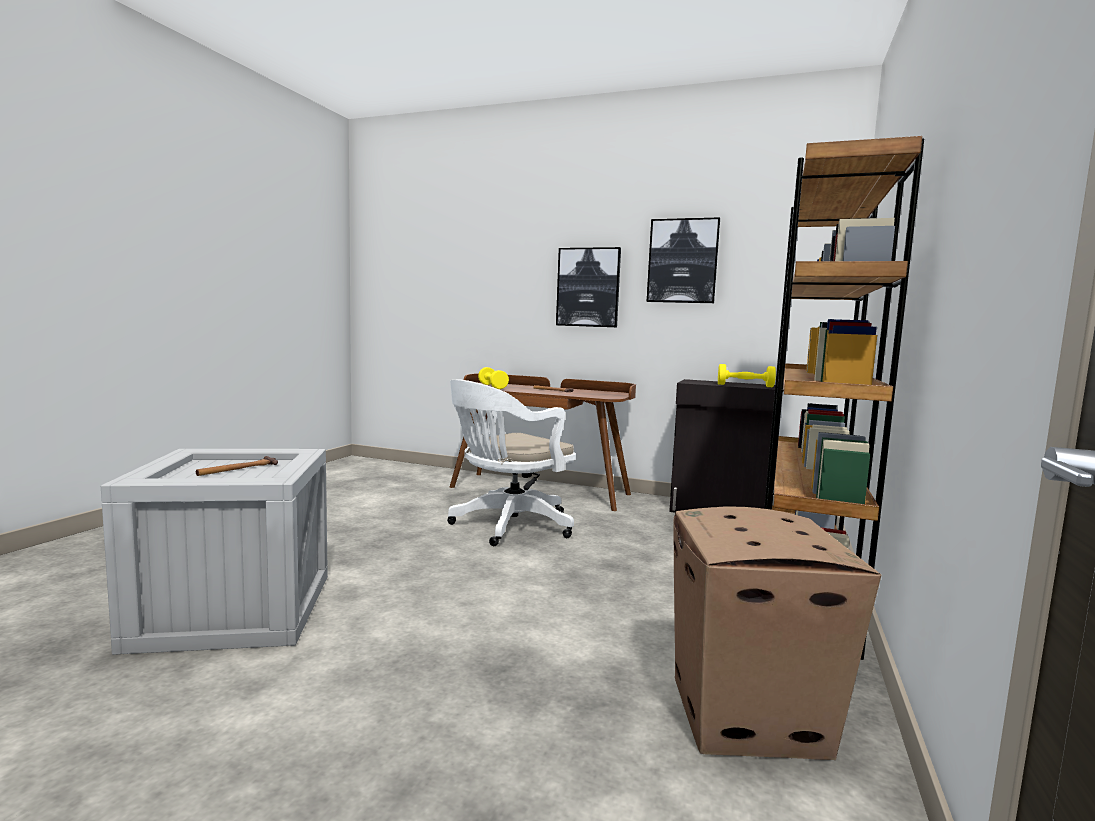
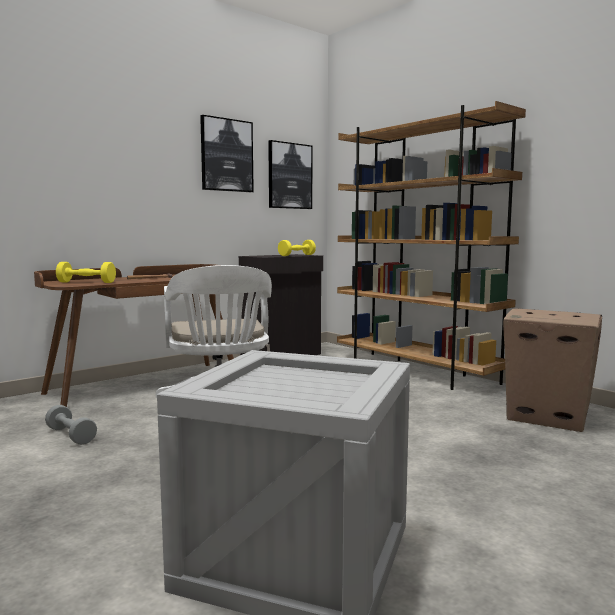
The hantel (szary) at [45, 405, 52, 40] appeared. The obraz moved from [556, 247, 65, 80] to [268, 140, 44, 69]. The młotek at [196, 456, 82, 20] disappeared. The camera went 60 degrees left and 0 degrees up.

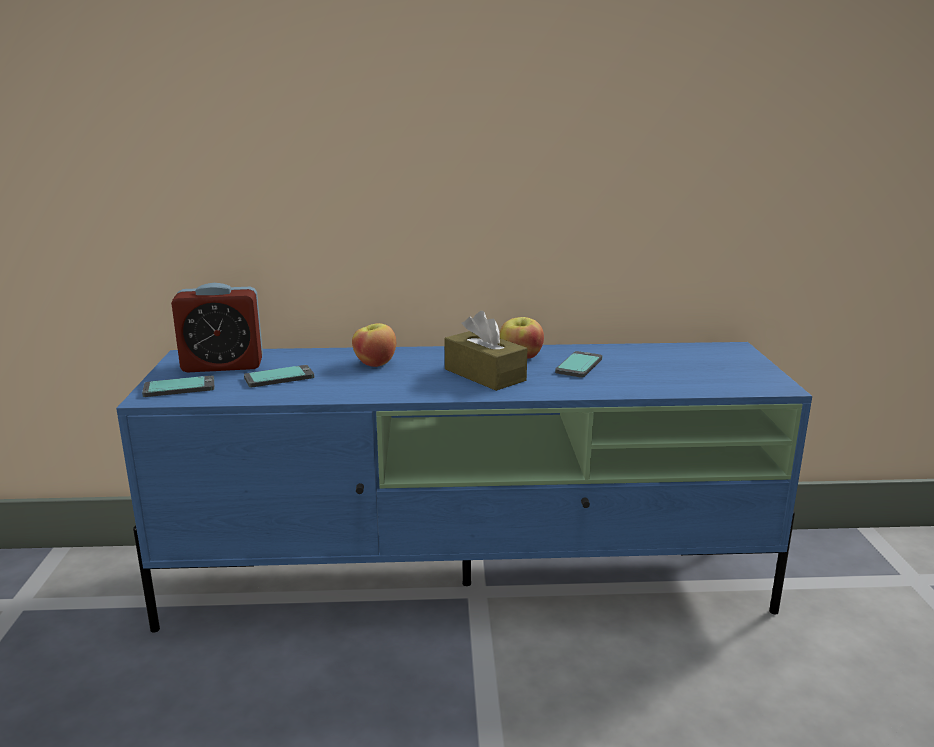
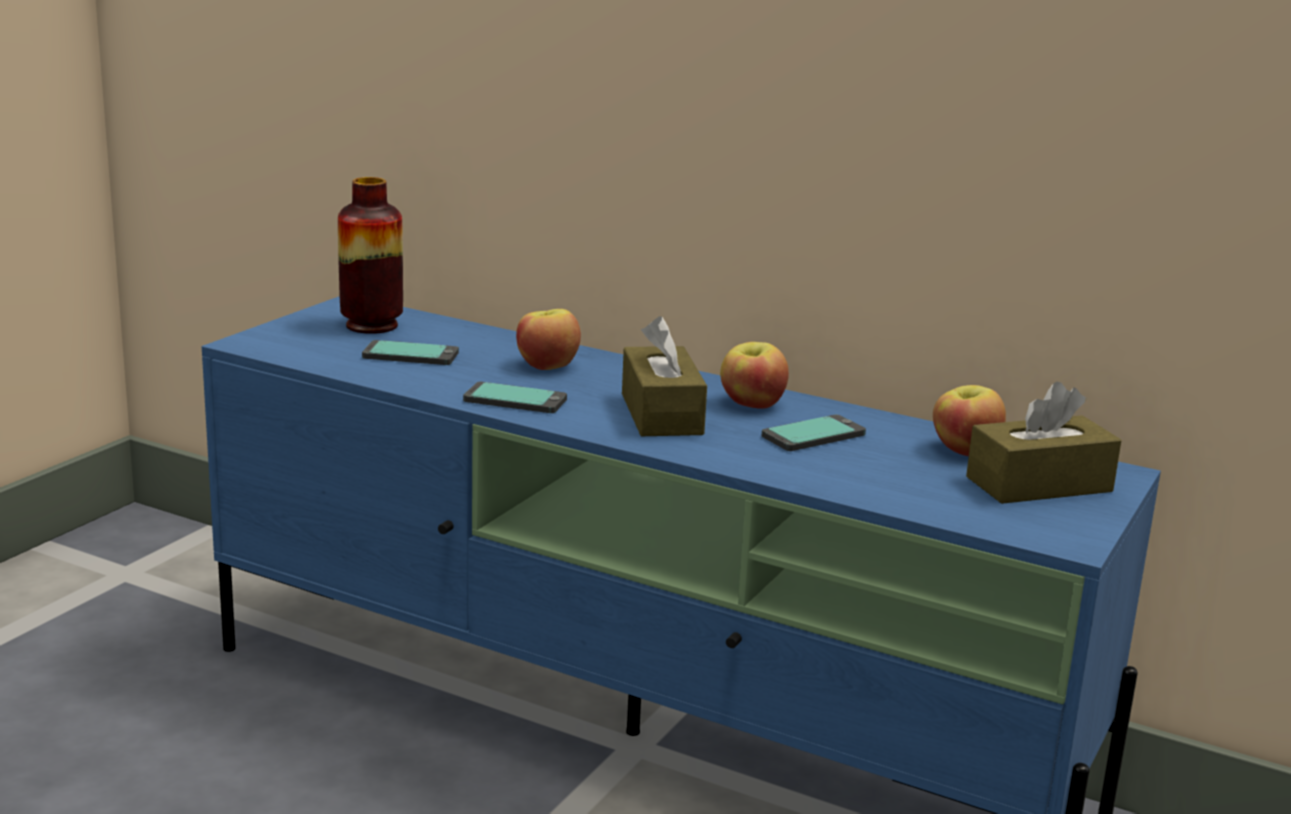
The budzik at [171, 283, 92, 90] was replaced by the wazon at [338, 177, 65, 157]. The telefon moved from [142, 376, 72, 21] to [463, 382, 104, 31]. The jabłko at [933, 385, 73, 71] appeared. The pudełko chusteczek (brązowy) at [966, 382, 156, 122] appeared. The camera went 30 degrees right and 0 degrees up.

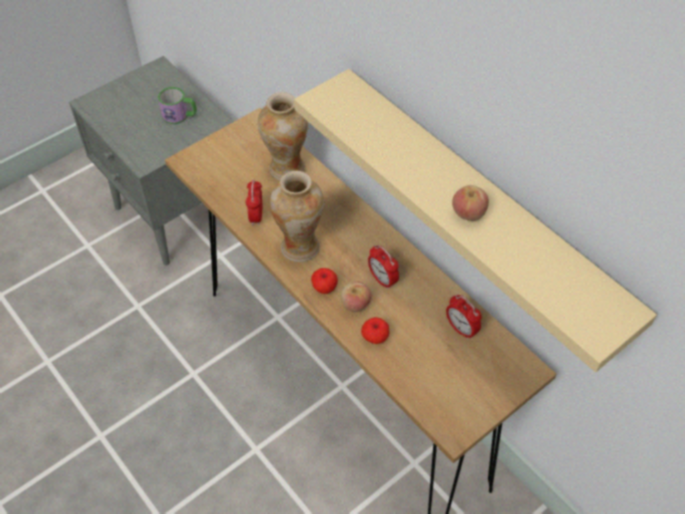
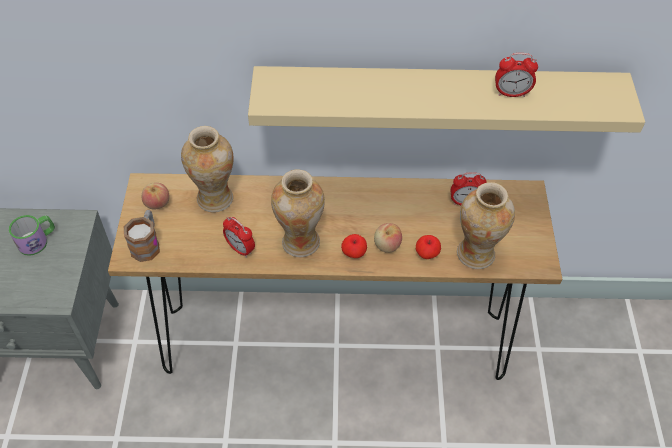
The kubek at [124, 210, 36, 52] appeared. The jabłko moved from [452, 185, 37, 36] to [142, 182, 27, 27]. The wazon at [457, 182, 58, 87] appeared. The budzik moved from [368, 245, 31, 45] to [495, 53, 43, 44]. The camera went 50 degrees left and 0 degrees up.

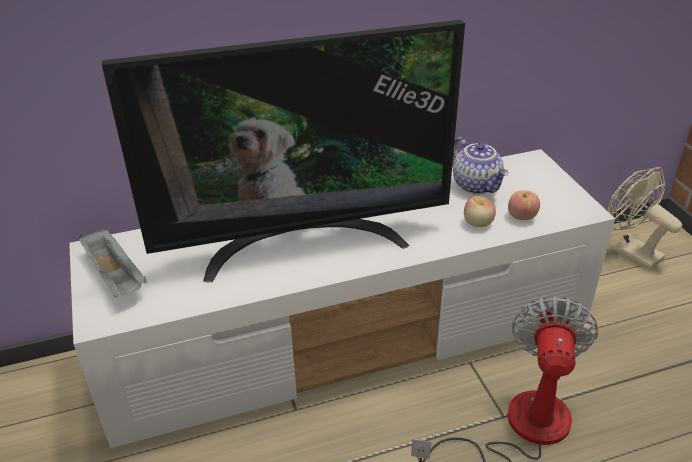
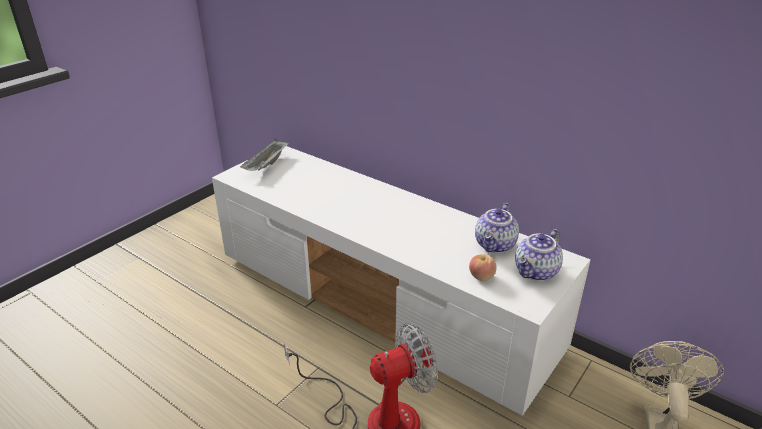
The imbryk at [515, 229, 48, 52] appeared. The telewizor at [102, 20, 363, 262] disappeared. The jabłko at [464, 196, 32, 31] disappeared. The camera went 55 degrees right and 5 degrees down.

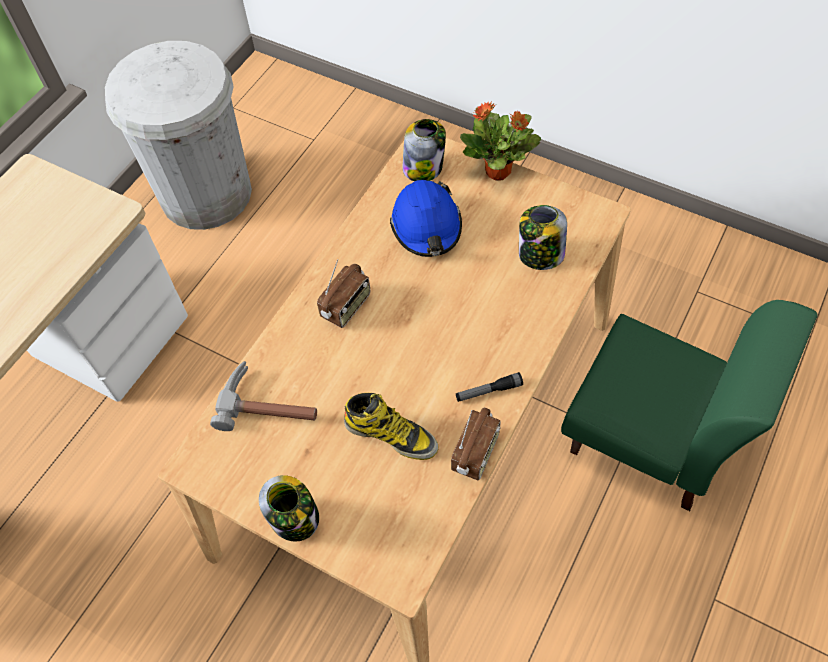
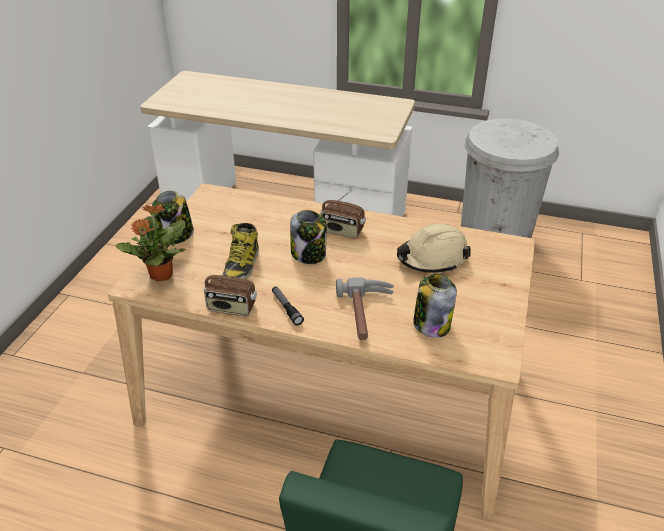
The roślina doniczkowa moved from [460, 102, 81, 79] to [115, 204, 70, 77]. The słoik moved from [402, 119, 44, 62] to [290, 210, 36, 54]. The młotek moved from [210, 361, 107, 70] to [336, 278, 58, 62]. The kask (niebieski) at [390, 180, 72, 77] became the kask (beżowy) at [397, 223, 74, 50]. The camera went 75 degrees right and 20 degrees down.

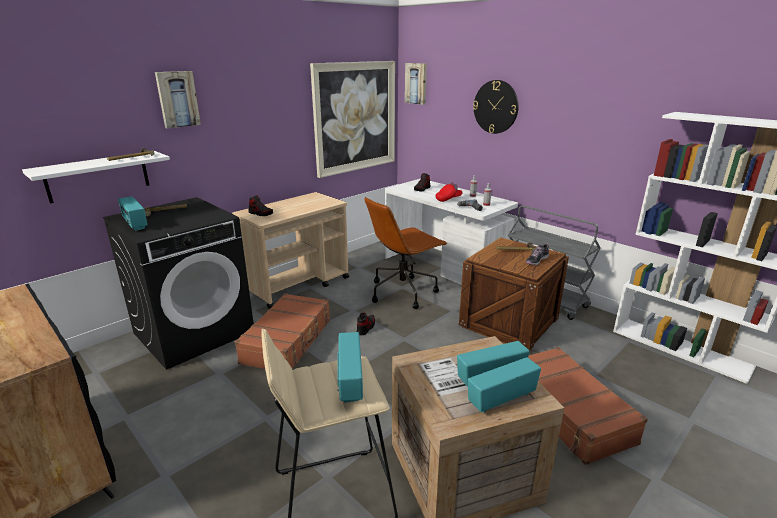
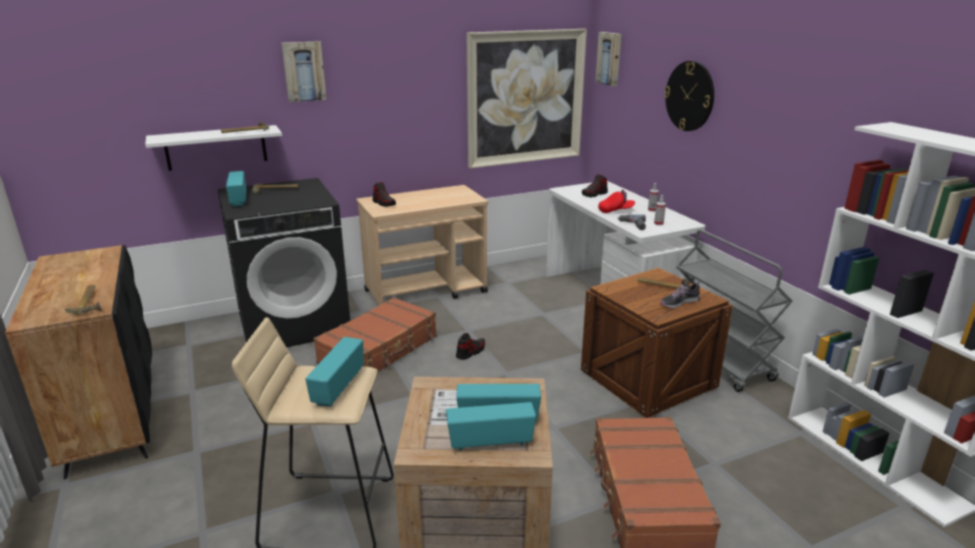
The młotek at [65, 284, 37, 31] appeared. The krzesło biurowe (brązowy) at [365, 197, 83, 112] disappeared. The camera went 20 degrees right and 0 degrees up.

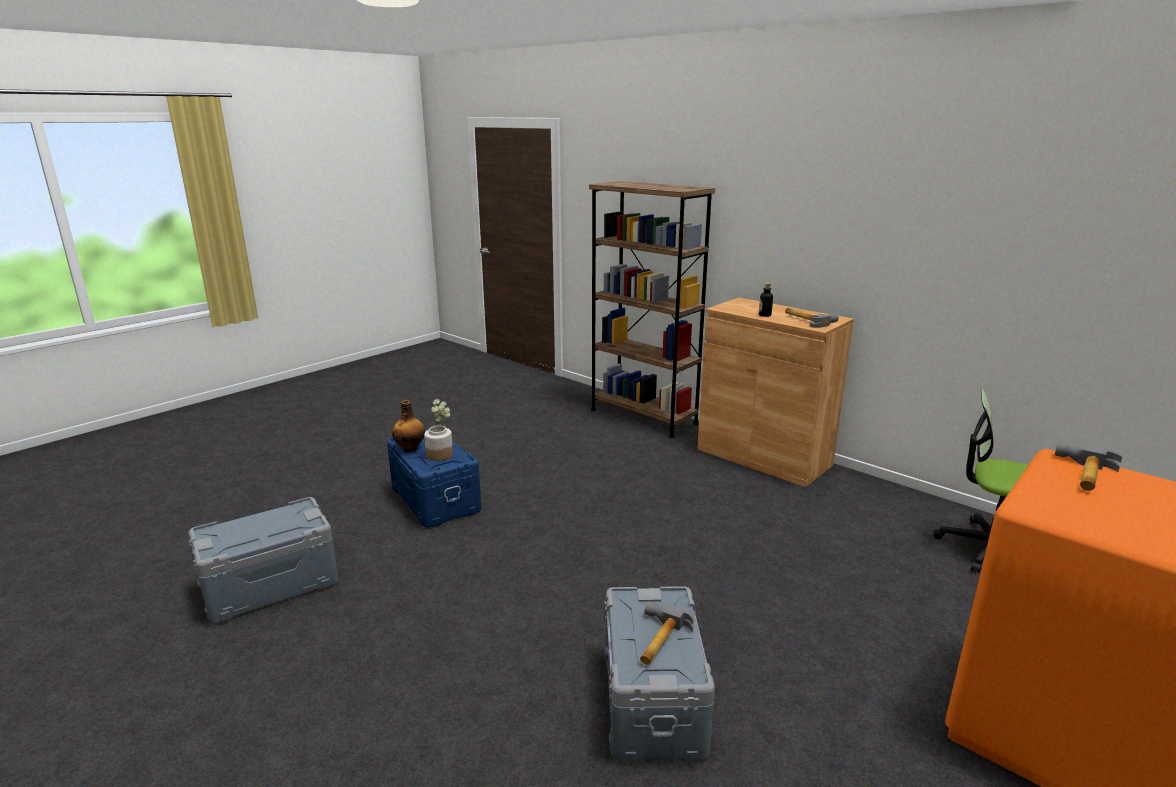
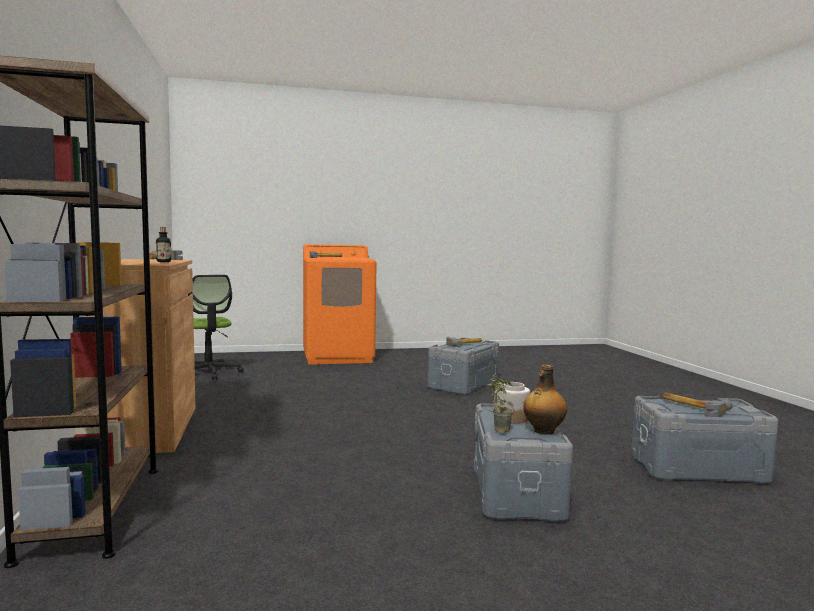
The pojemnik do przechowywania (niebieski) at [387, 429, 94, 99] became the pojemnik do przechowywania (szary) at [473, 403, 100, 119]. The młotek at [663, 392, 70, 25] appeared. The camera went 145 degrees left and 15 degrees down.

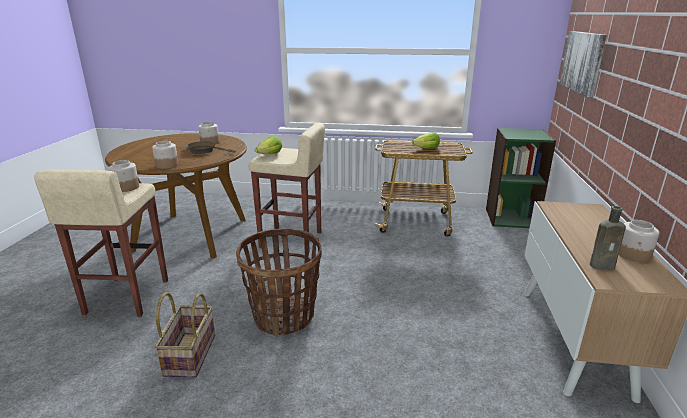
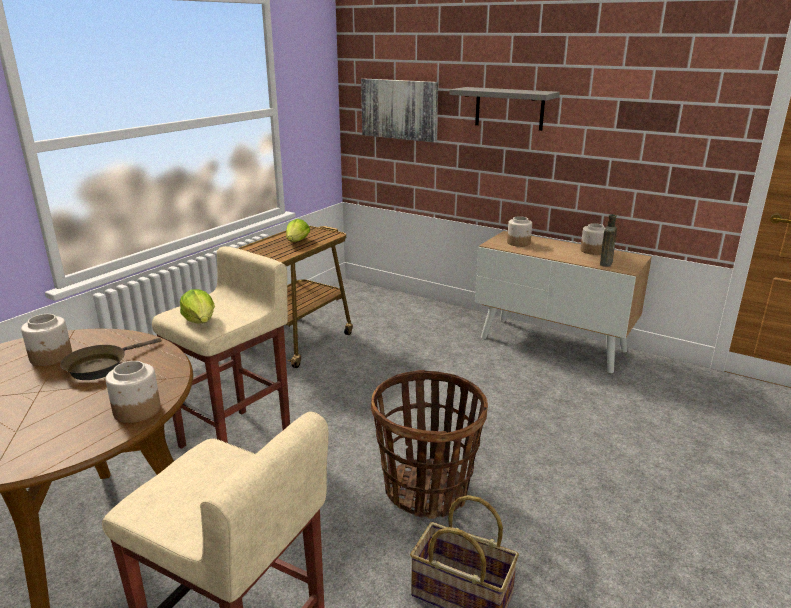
The półka (szary) at [450, 87, 110, 44] appeared. The słoik moved from [108, 160, 31, 32] to [507, 216, 25, 31]. The regał (zielony) at [486, 128, 70, 100] disappeared. The camera went 65 degrees left and 0 degrees up.

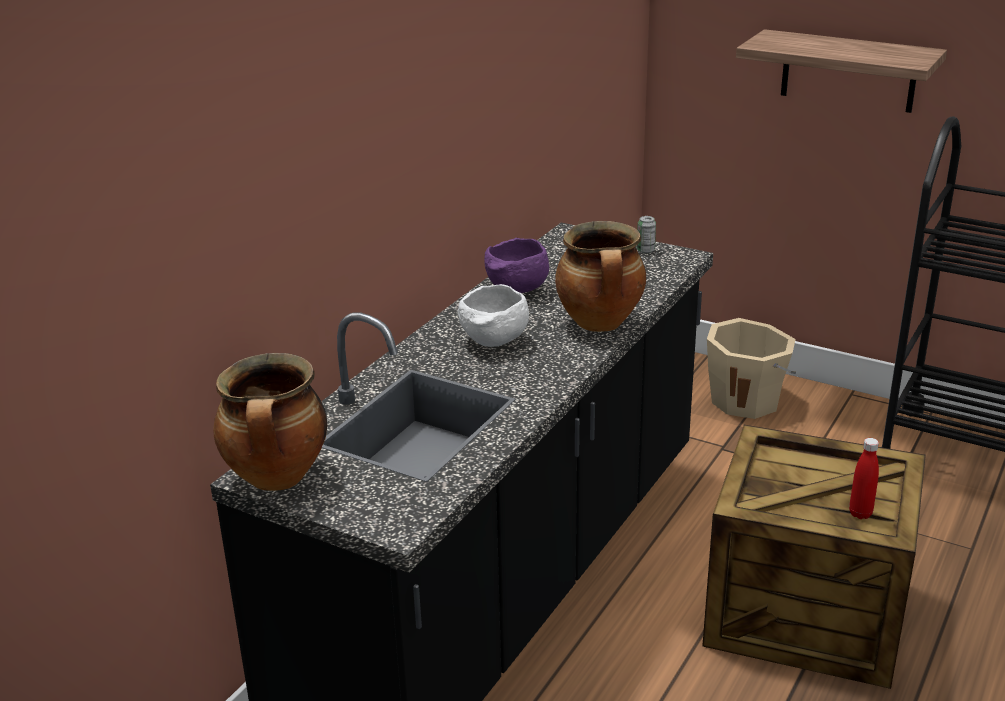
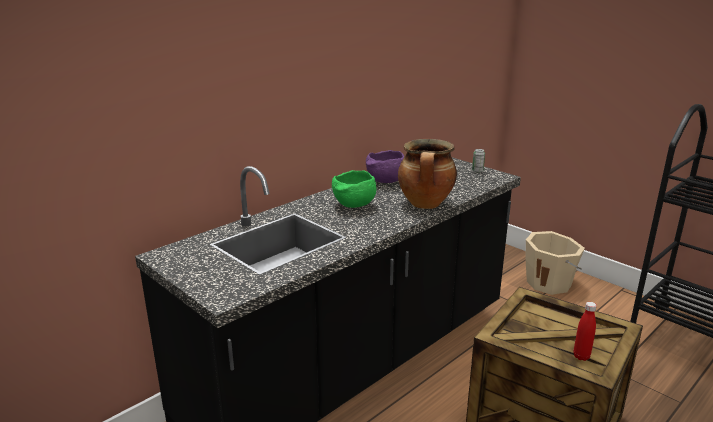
The miska (biały) at [458, 284, 71, 63] became the miska (zielony) at [332, 170, 45, 38]. The garnek at [213, 353, 114, 138] disappeared. The półka at [736, 29, 211, 84] disappeared. The camera went 15 degrees right and 5 degrees down.

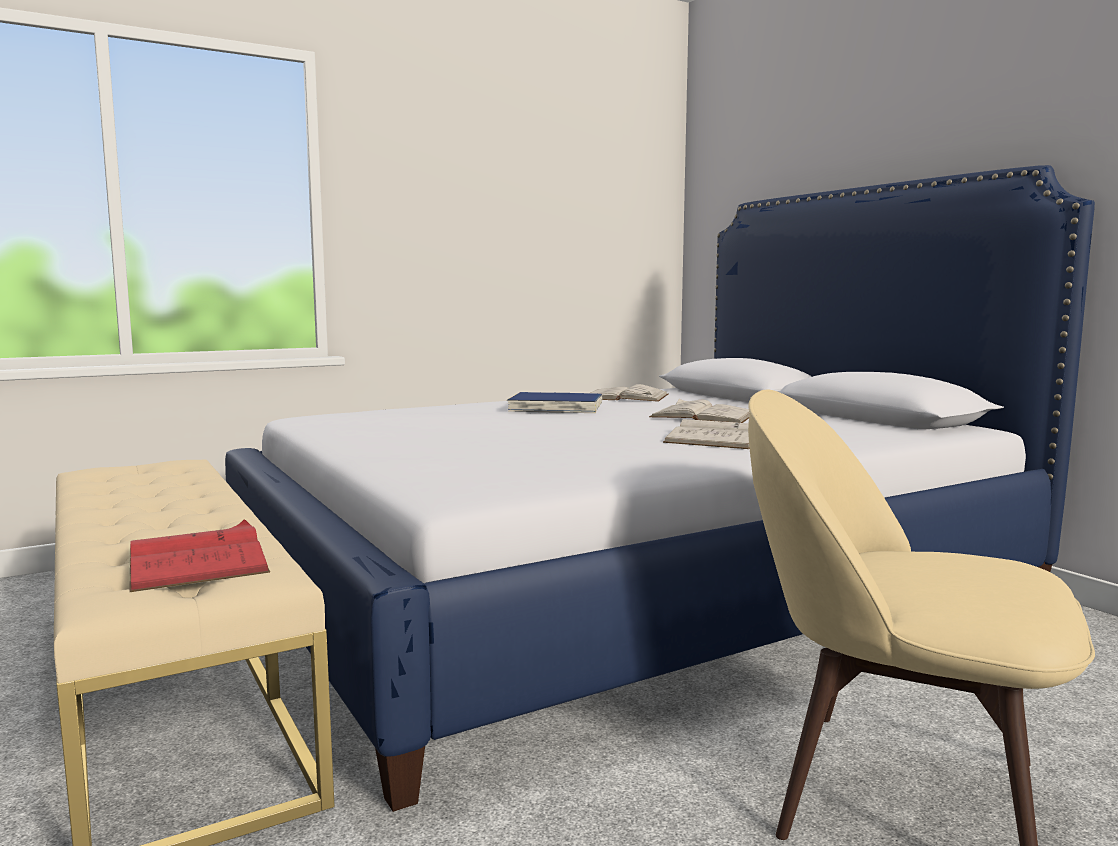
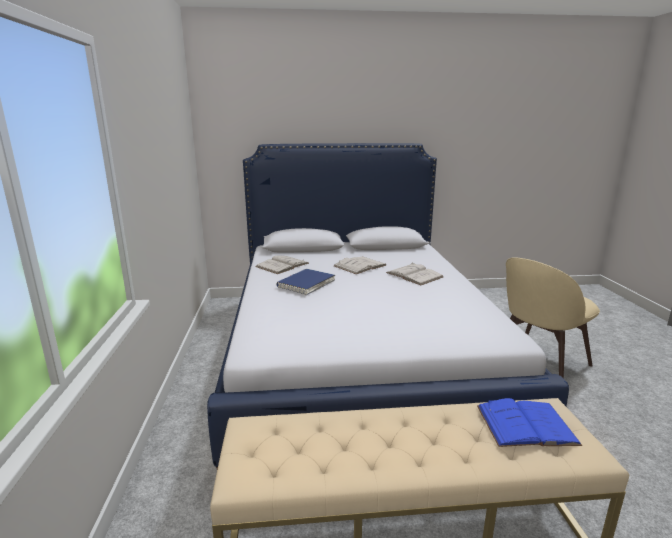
The książka (czerwony) at [129, 519, 141, 73] became the książka (niebieski) at [477, 398, 105, 49]. The camera went 65 degrees left and 10 degrees up.

